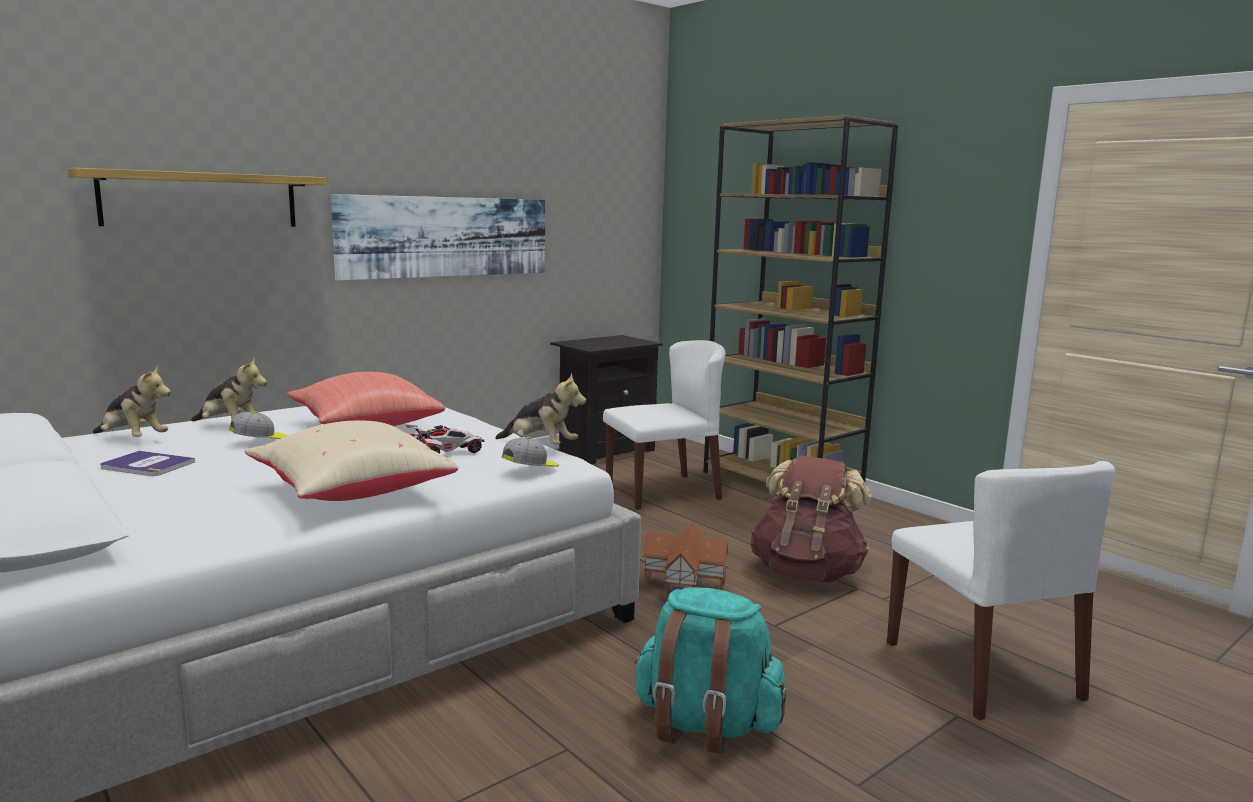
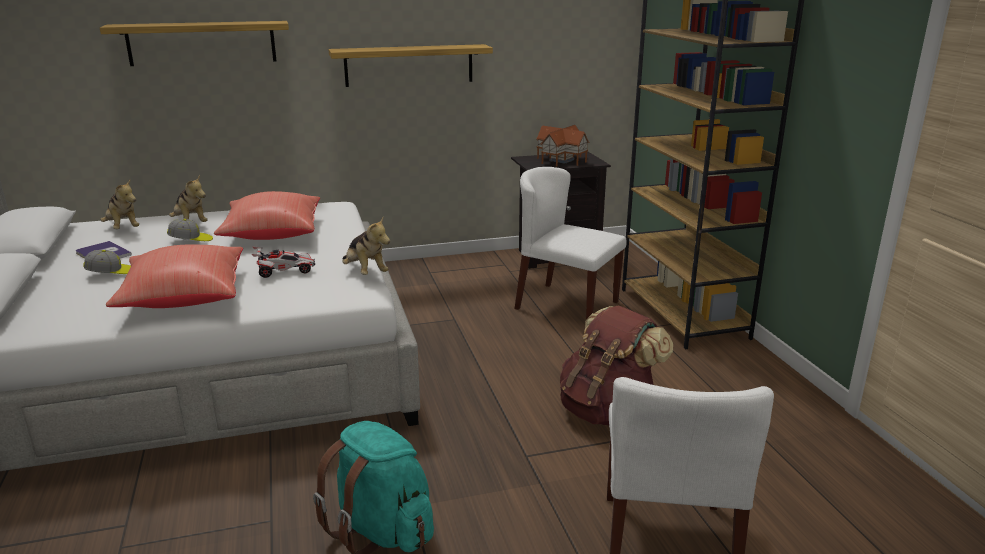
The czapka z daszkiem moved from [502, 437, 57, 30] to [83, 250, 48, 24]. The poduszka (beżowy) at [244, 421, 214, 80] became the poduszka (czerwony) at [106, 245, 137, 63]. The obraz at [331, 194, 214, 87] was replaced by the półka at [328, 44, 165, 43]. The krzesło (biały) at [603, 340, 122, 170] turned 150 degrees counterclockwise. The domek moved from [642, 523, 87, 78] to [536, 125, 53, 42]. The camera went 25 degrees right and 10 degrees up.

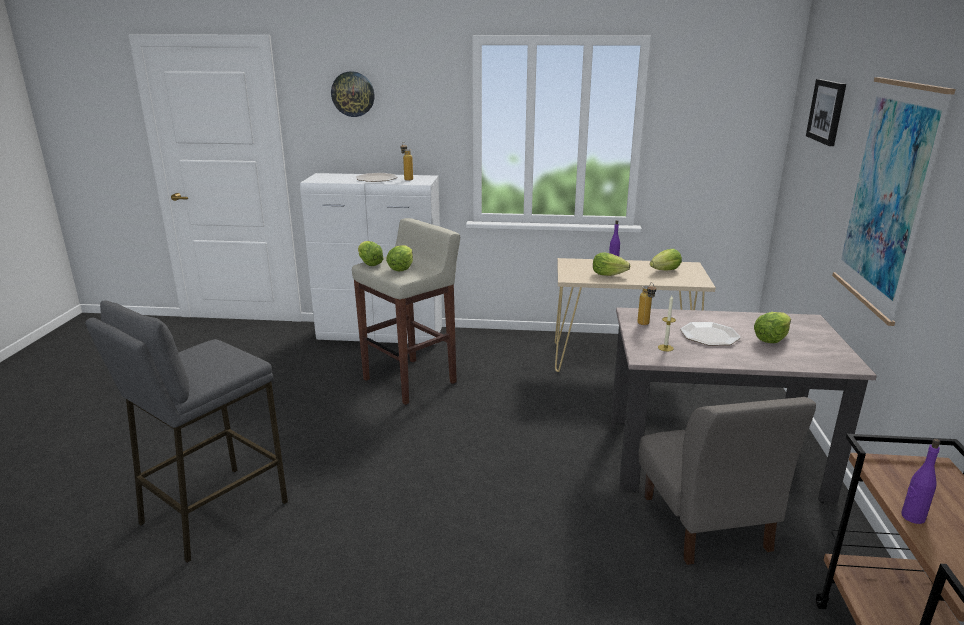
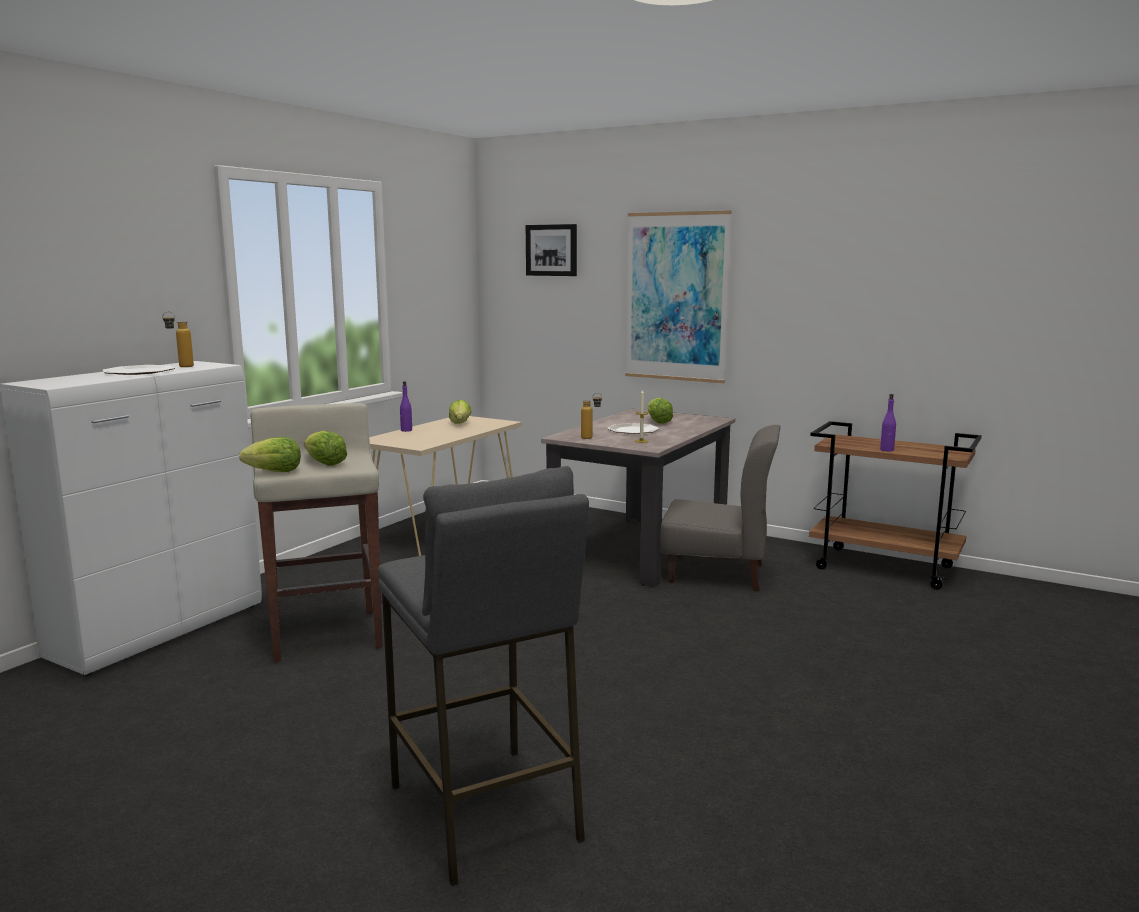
The zegar ścienny at [331, 71, 44, 46] disappeared. The sałata at [593, 252, 37, 24] disappeared. The camera went 65 degrees left and 10 degrees down.

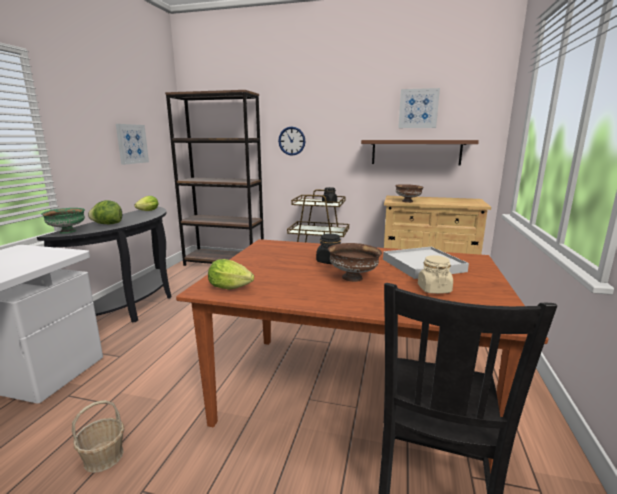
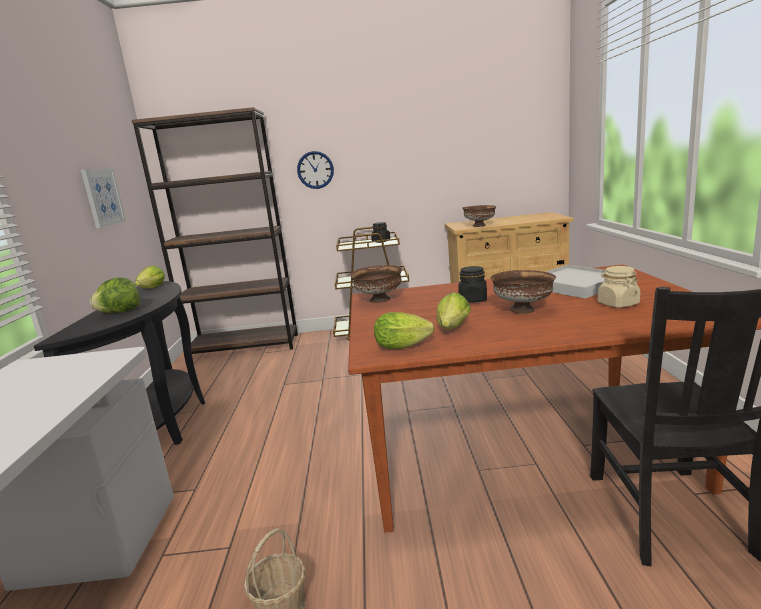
The miska (brązowy) at [350, 265, 52, 38] appeared. The sałata at [437, 292, 34, 37] appeared. The miska (zielony) at [41, 208, 44, 26] disappeared. The półka (brązowy) at [361, 140, 118, 26] disappeared. The obraz at [398, 88, 42, 40] disappeared. The camera went 15 degrees left and 0 degrees up.

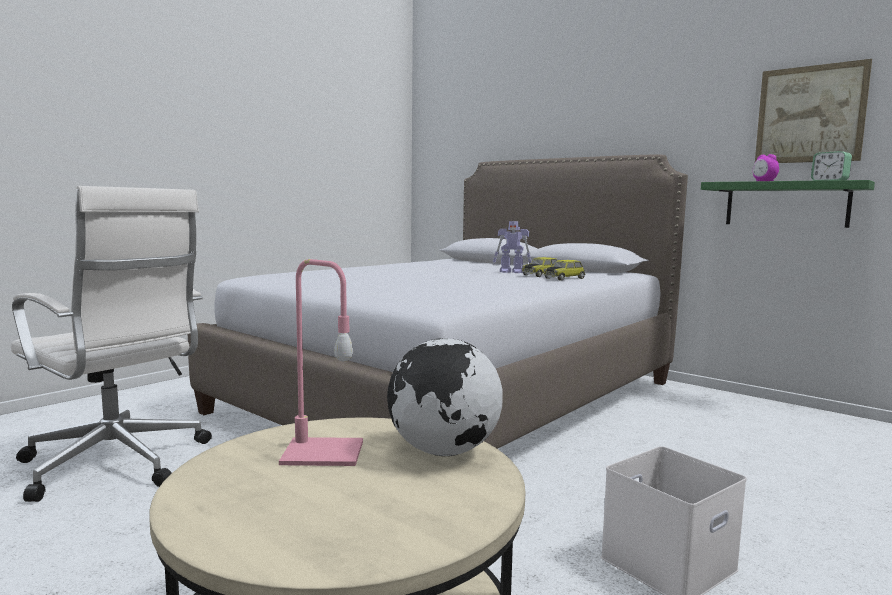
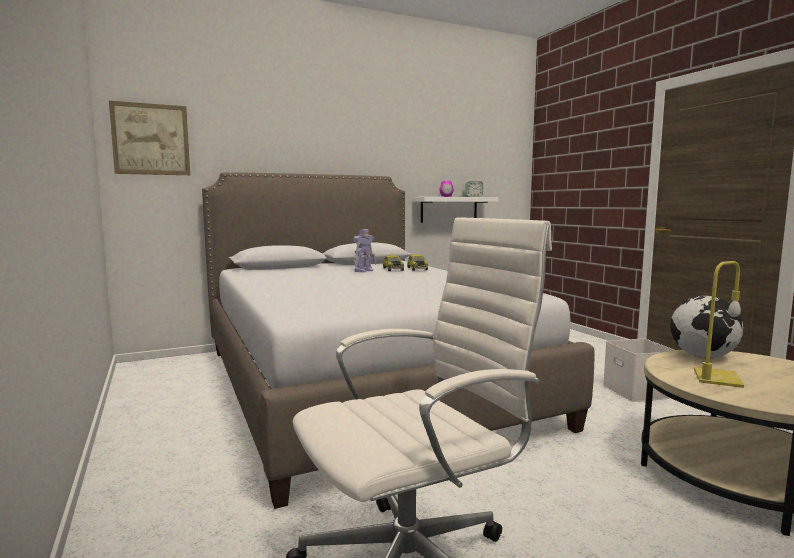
The obraz moved from [755, 59, 117, 104] to [109, 101, 81, 74]. The półka (zielony) at [701, 180, 174, 48] became the półka (biały) at [412, 197, 86, 26]. The lampa stołowa (różowy) at [279, 259, 84, 207] became the lampa stołowa (żółty) at [694, 261, 50, 127]. The camera went 65 degrees left and 0 degrees up.

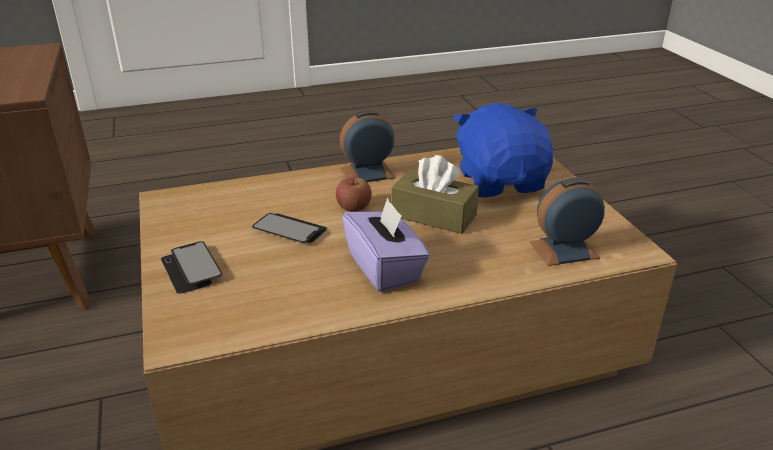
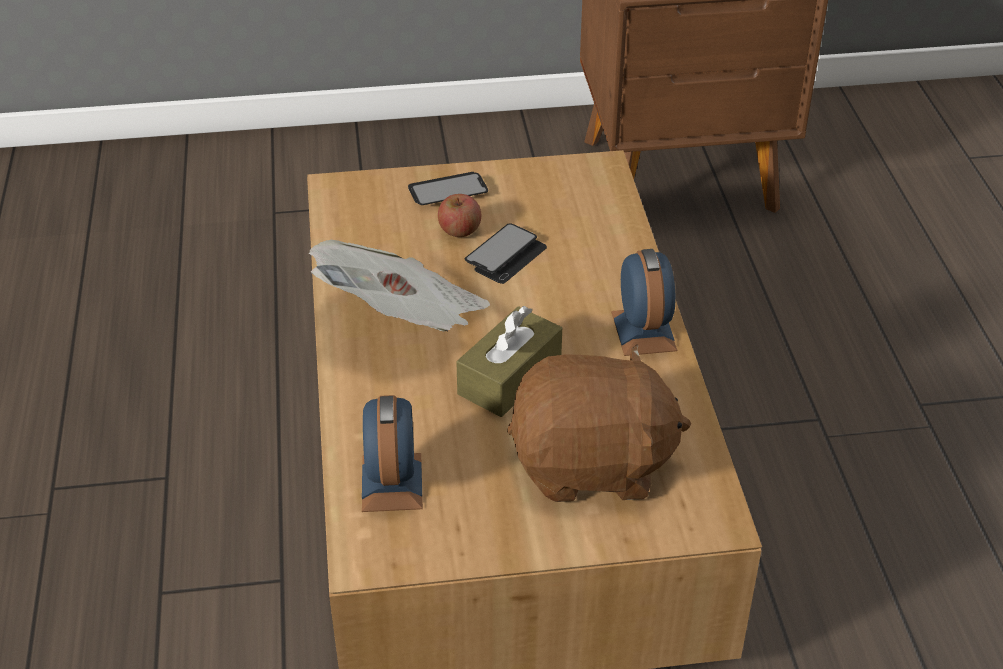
The pudełko chusteczek (fioletowy) at [342, 197, 88, 95] was replaced by the gazeta at [309, 240, 181, 92]. The jabłko moved from [336, 177, 36, 35] to [438, 194, 43, 43]. The pluszak (niebieski) at [453, 103, 100, 94] became the pluszak (brązowy) at [507, 344, 184, 158]. The camera went 100 degrees right and 10 degrees up.

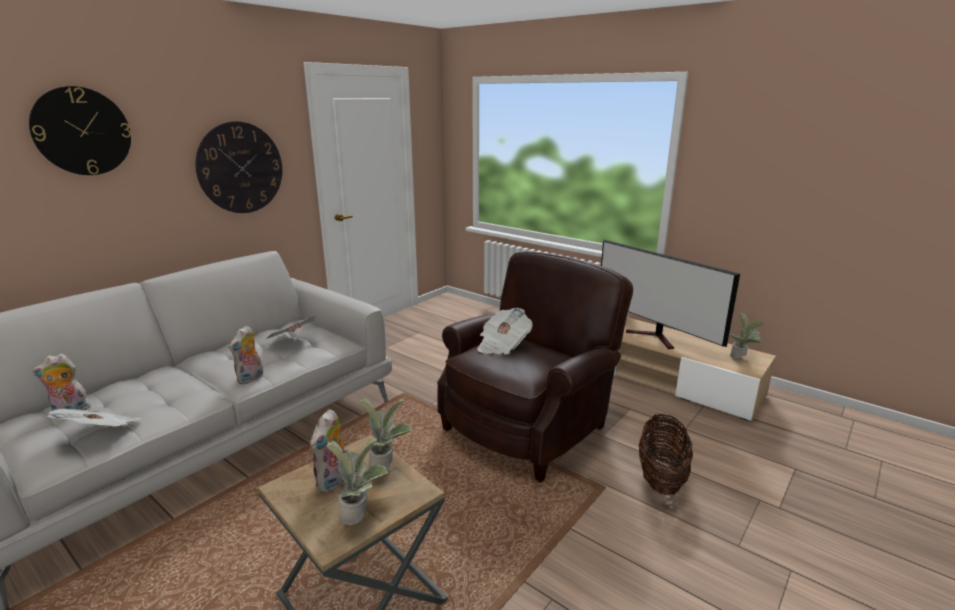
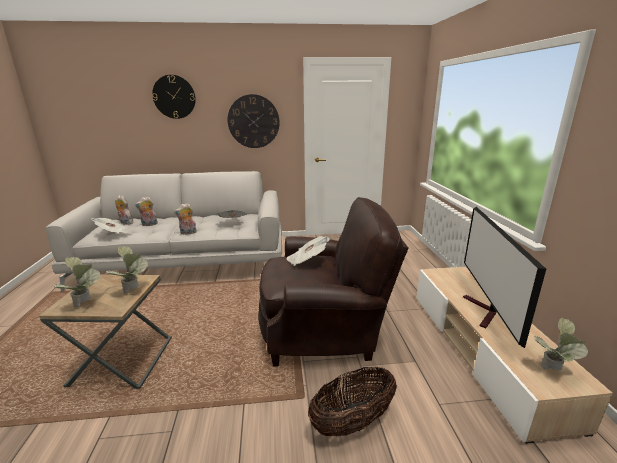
The pluszak moved from [310, 409, 38, 84] to [135, 196, 23, 30]. The camera went 45 degrees right and 0 degrees up.

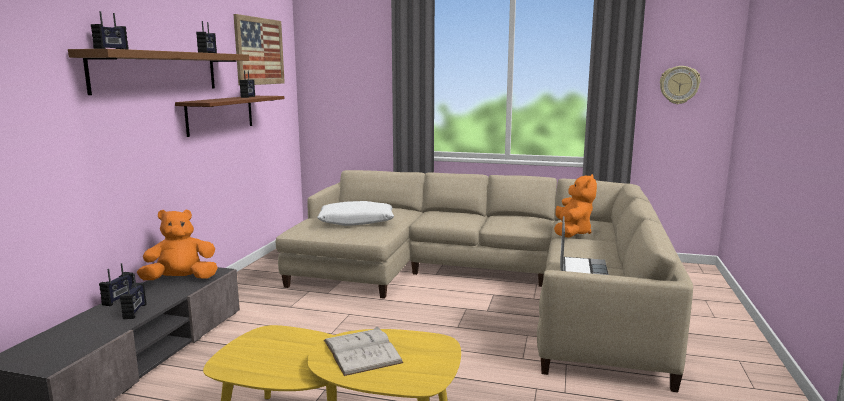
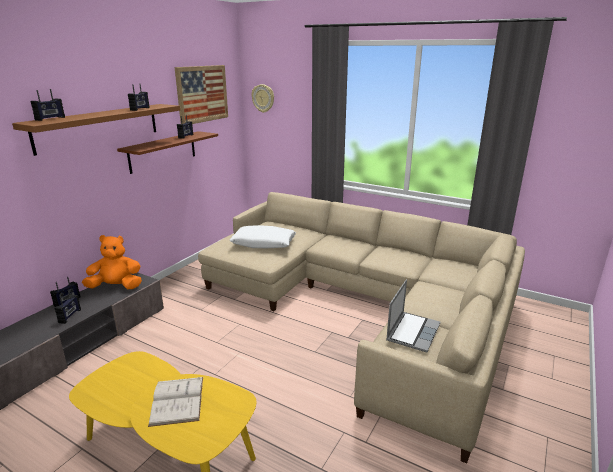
The zegar ścienny moved from [660, 66, 41, 38] to [251, 84, 23, 29]. The pluszak (pomarańczowy) at [554, 174, 43, 64] disappeared. The camera went 15 degrees right and 10 degrees up.

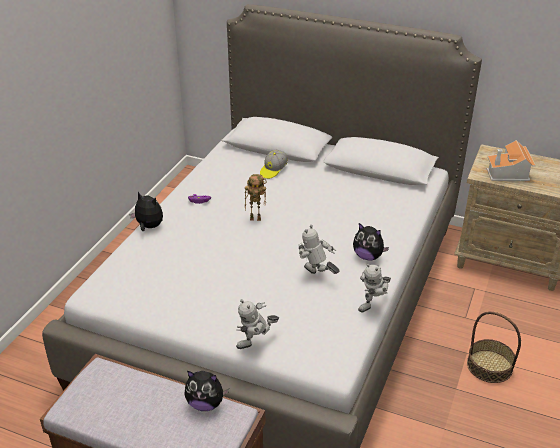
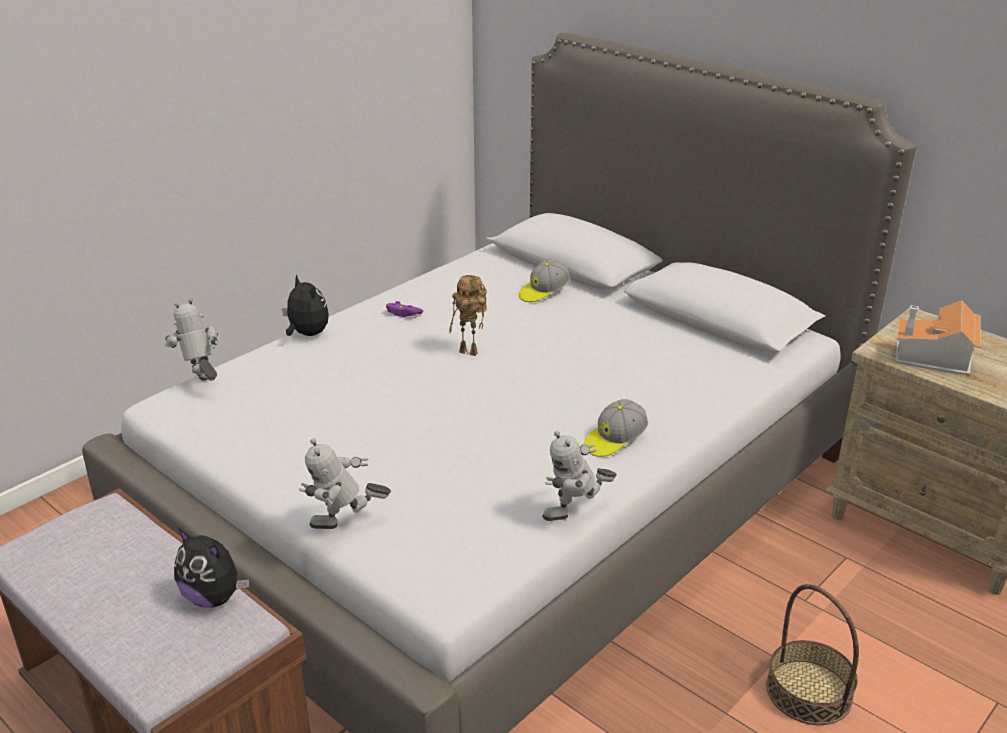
The robot zabawkowy moved from [298, 225, 41, 49] to [164, 298, 54, 83]. The pluszak at [353, 223, 36, 37] was replaced by the czapka z daszkiem at [584, 399, 64, 58]. The camera went 20 degrees right and 5 degrees down.

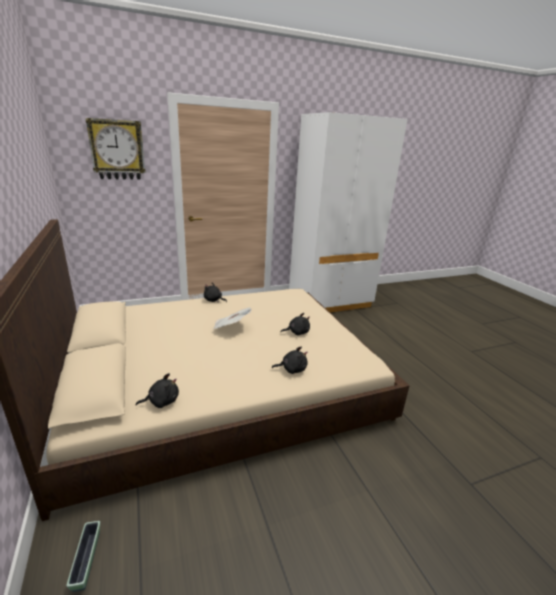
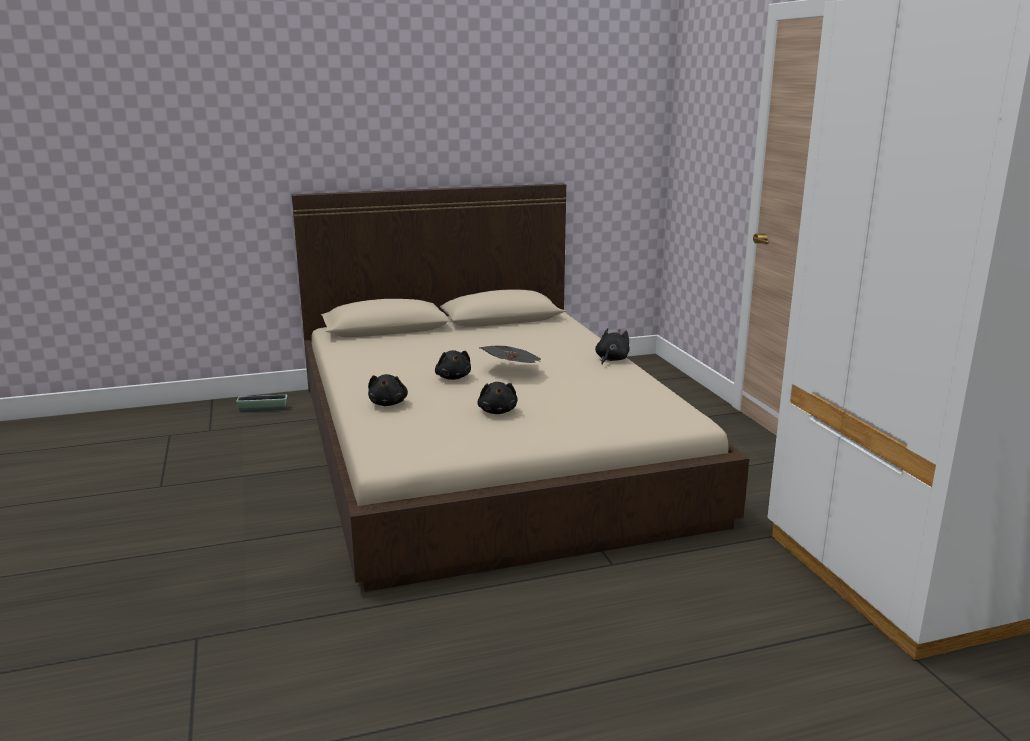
The pluszak (czarny) moved from [136, 373, 43, 35] to [435, 350, 36, 30]. The zegar ścienny at [86, 118, 59, 62] disappeared. The camera went 95 degrees right and 5 degrees down.

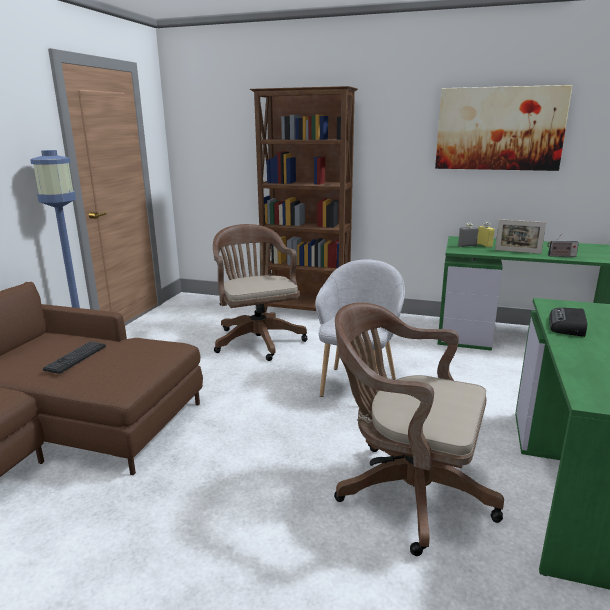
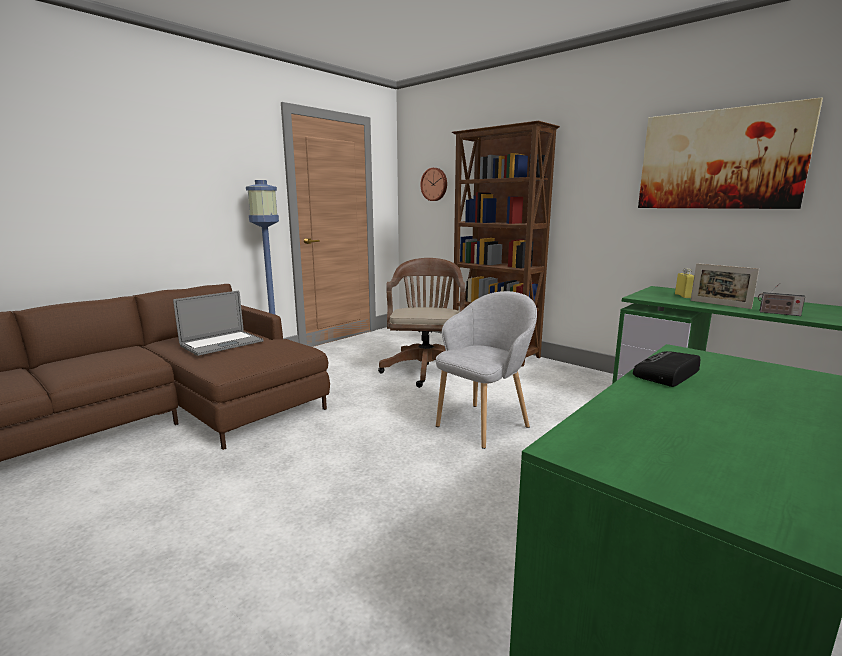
The klawiatura at [43, 341, 63, 33] was replaced by the laptop at [173, 291, 91, 65]. The zegar ścienny at [420, 168, 27, 33] appeared. The krzesło biurowe (brązowy) at [334, 303, 170, 253] disappeared. The butelka (szary) at [458, 223, 21, 24] disappeared. The camera went 25 degrees right and 5 degrees down.

